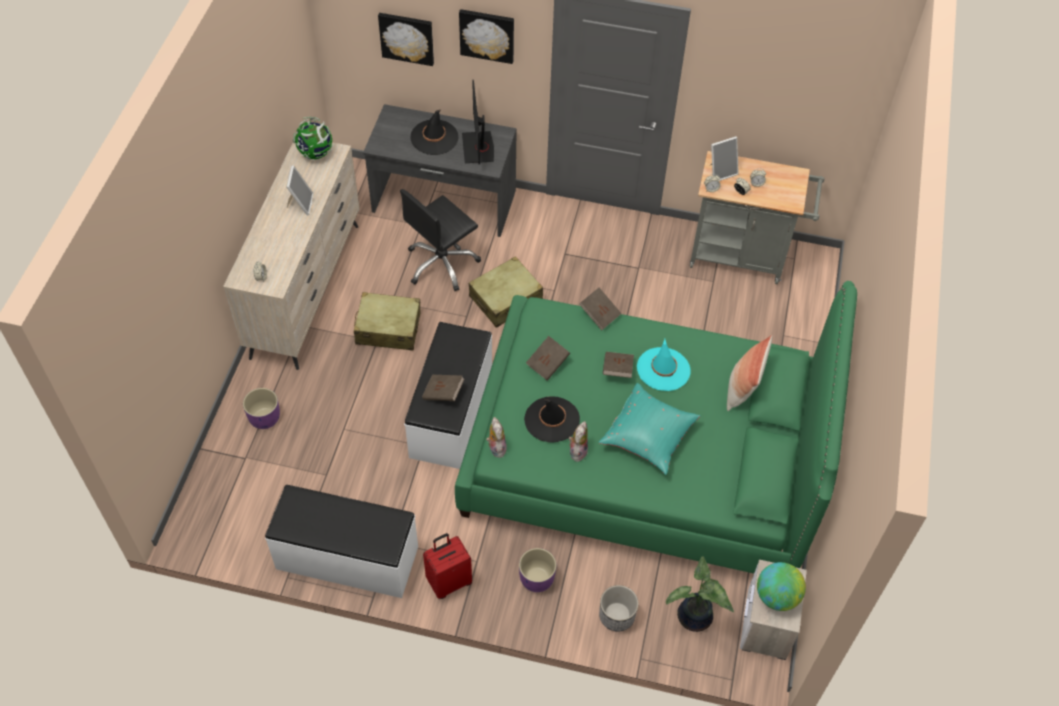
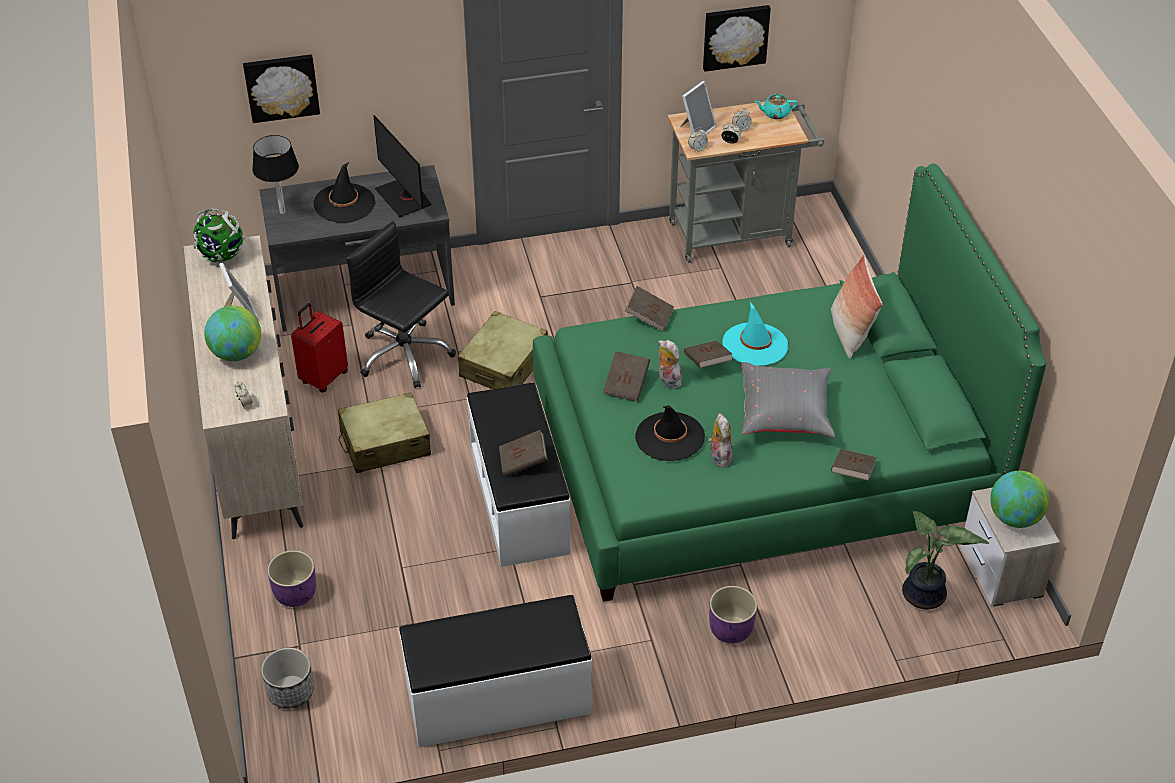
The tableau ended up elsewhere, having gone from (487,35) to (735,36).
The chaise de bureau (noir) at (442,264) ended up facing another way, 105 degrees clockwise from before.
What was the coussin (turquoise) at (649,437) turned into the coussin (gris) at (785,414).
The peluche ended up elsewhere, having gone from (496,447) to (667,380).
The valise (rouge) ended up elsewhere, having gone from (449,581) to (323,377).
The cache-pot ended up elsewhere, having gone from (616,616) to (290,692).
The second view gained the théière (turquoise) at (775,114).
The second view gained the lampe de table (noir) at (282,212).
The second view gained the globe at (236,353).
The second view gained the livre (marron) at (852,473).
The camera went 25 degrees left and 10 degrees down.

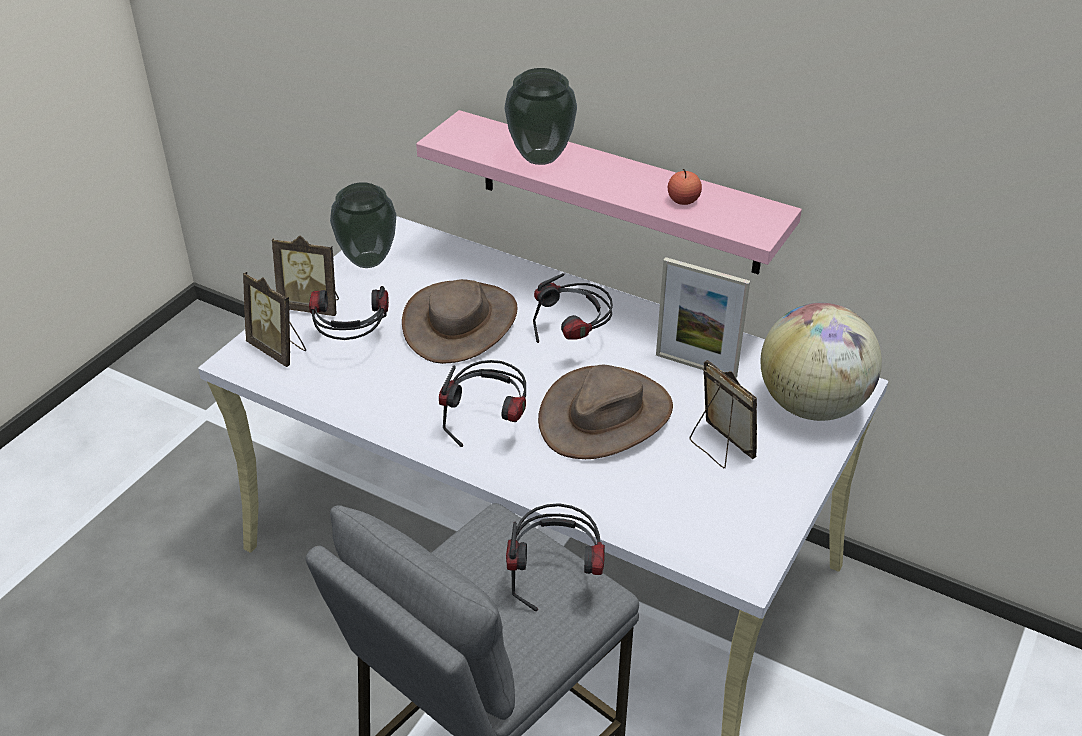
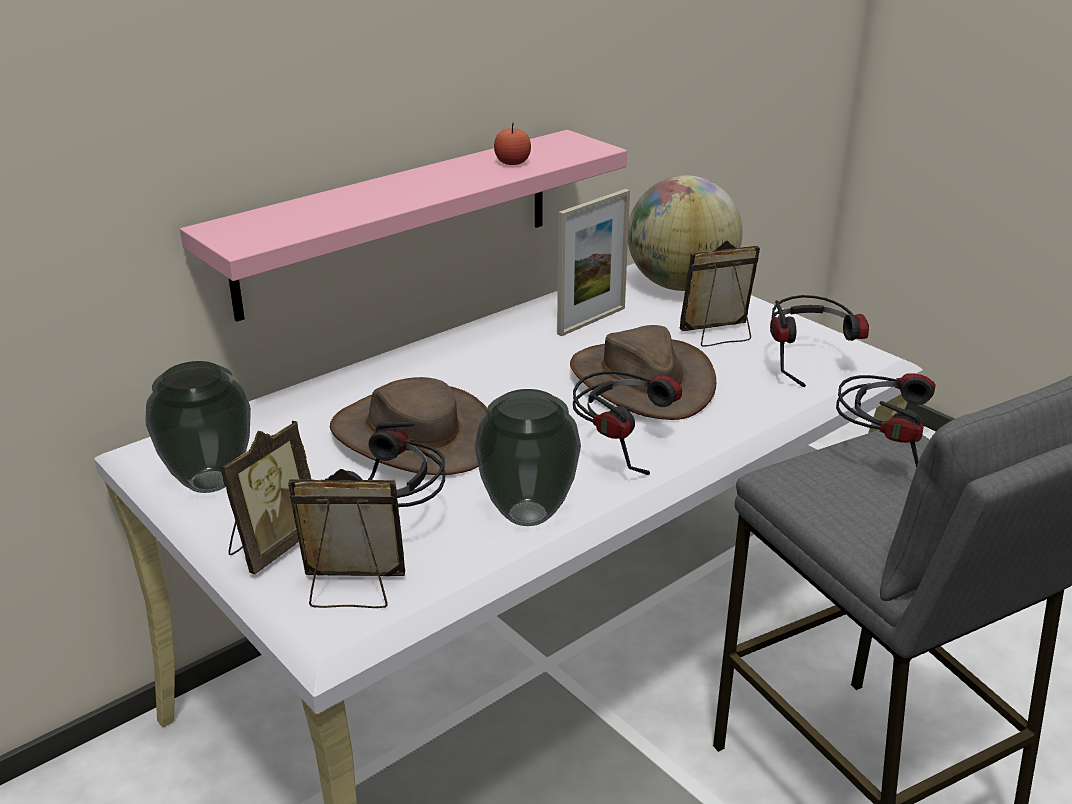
The vase ended up elsewhere, having gone from (540,157) to (526,514).
The cadre photo at (279,349) ended up facing another way, 150 degrees counterclockwise from before.
The casque audio ended up elsewhere, having gone from (574,341) to (807,366).
The camera went 70 degrees left and 10 degrees down.

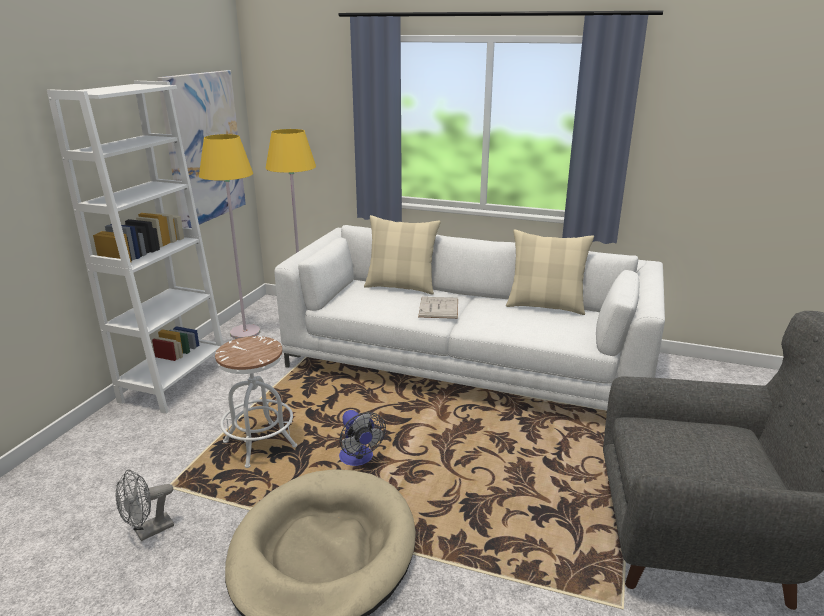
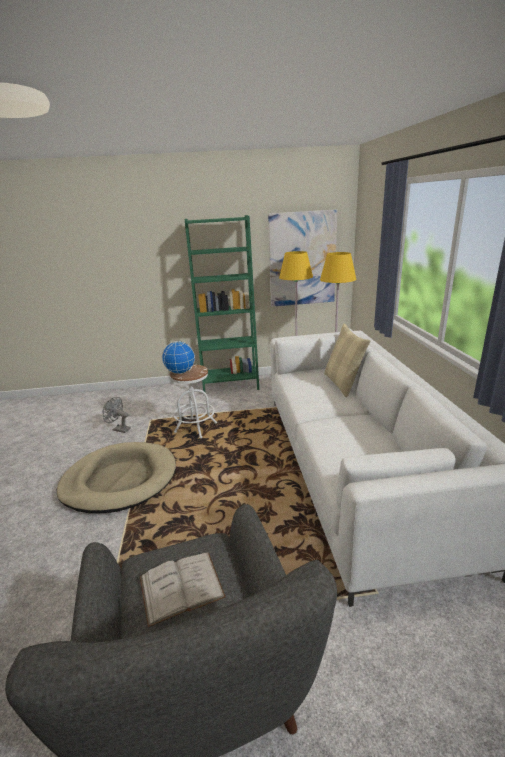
What was the bibliothèque (blanc) at (175,382) turned into the bibliothèque (vert) at (230,385).
The second view lost the coussin (beige) at (545,306).
The livre (blanc) ended up elsewhere, having gone from (438,308) to (181,587).
The second view lost the ventilateur at (358,459).
The second view gained the globe at (180,372).
The camera went 65 degrees right and 0 degrees up.

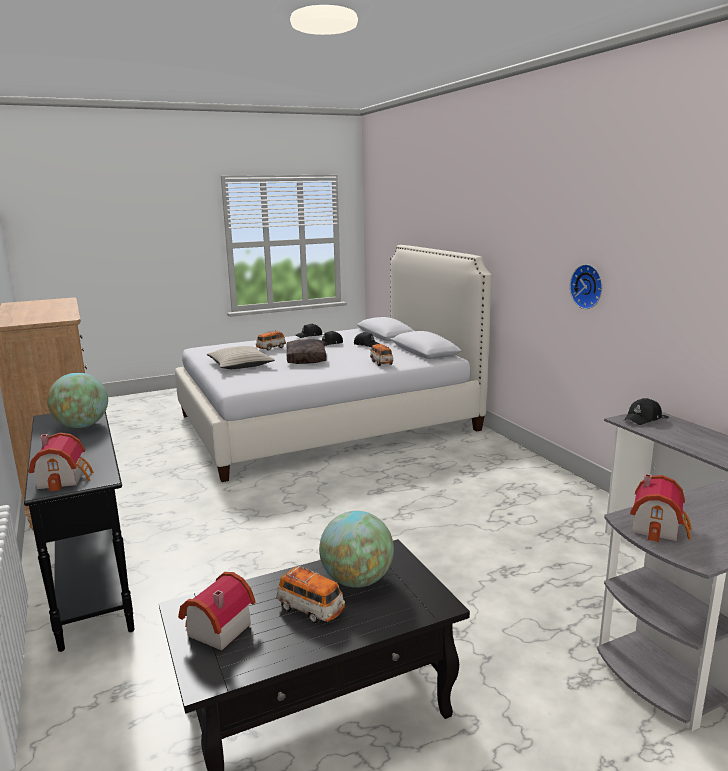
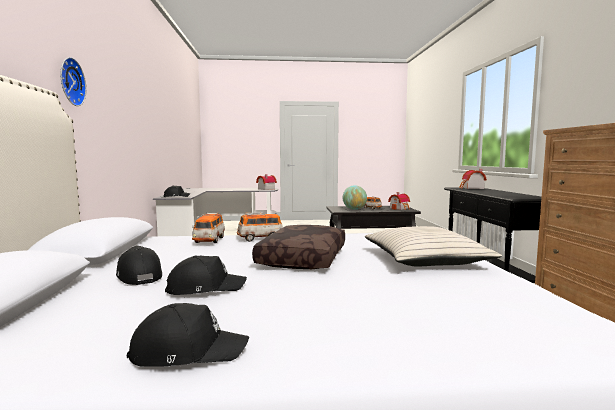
The horloge murale ended up elsewhere, having gone from (588,286) to (69,82).
The petite voiture ended up elsewhere, having gone from (271,348) to (260,238).
The second view lost the globe at (82,426).
The camera went 160 degrees left and 10 degrees down.

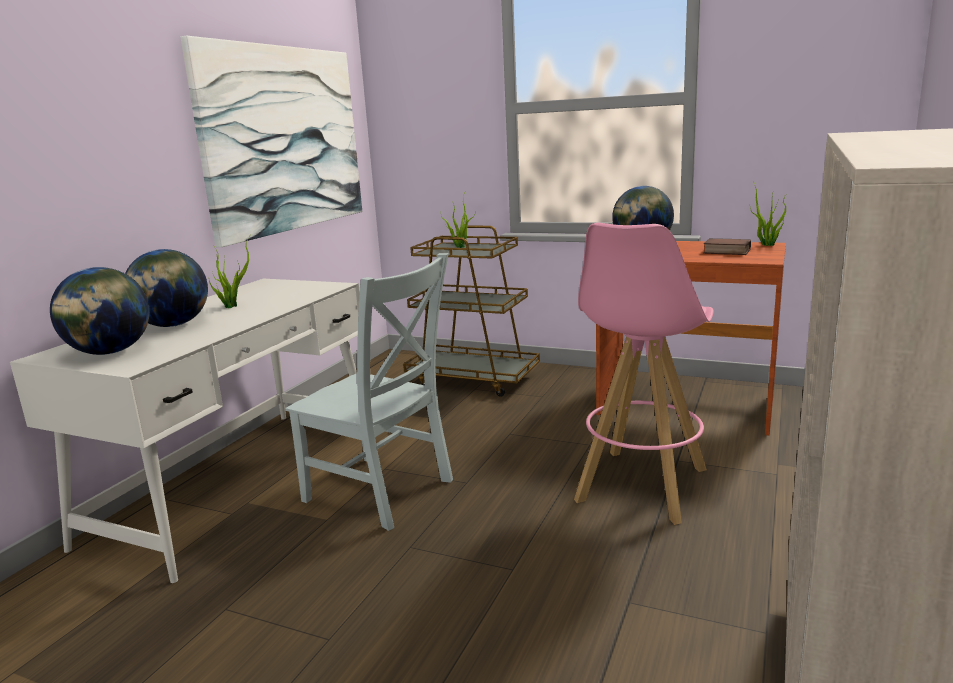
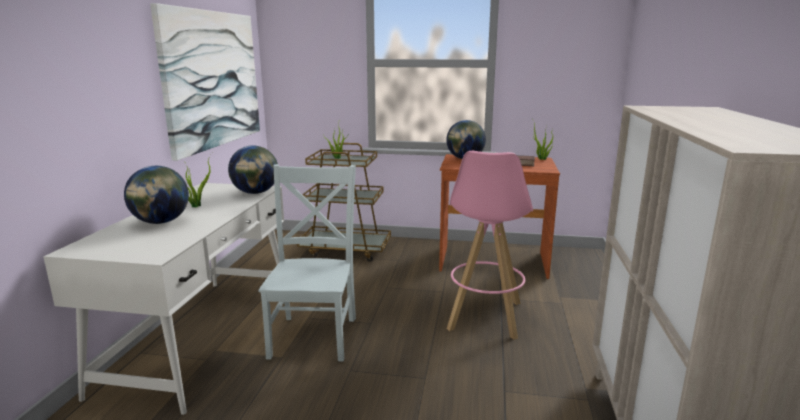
The chaise (gris) at (383,492) ended up facing another way, 105 degrees counterclockwise from before.
The globe ended up elsewhere, having gone from (110,352) to (255,193).
The camera went 15 degrees left and 0 degrees up.

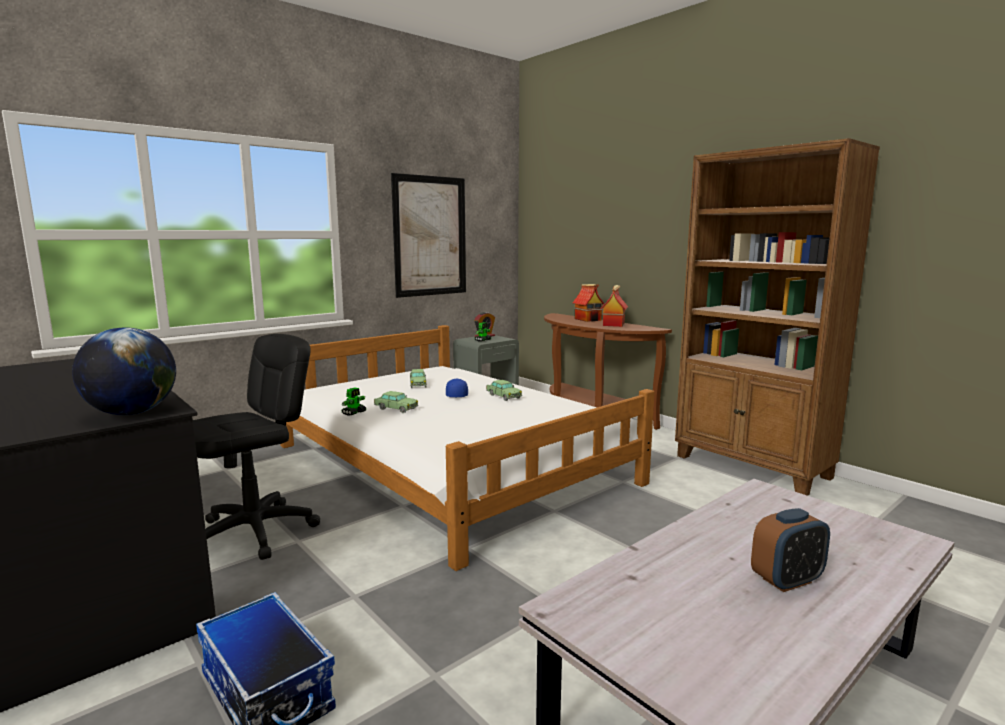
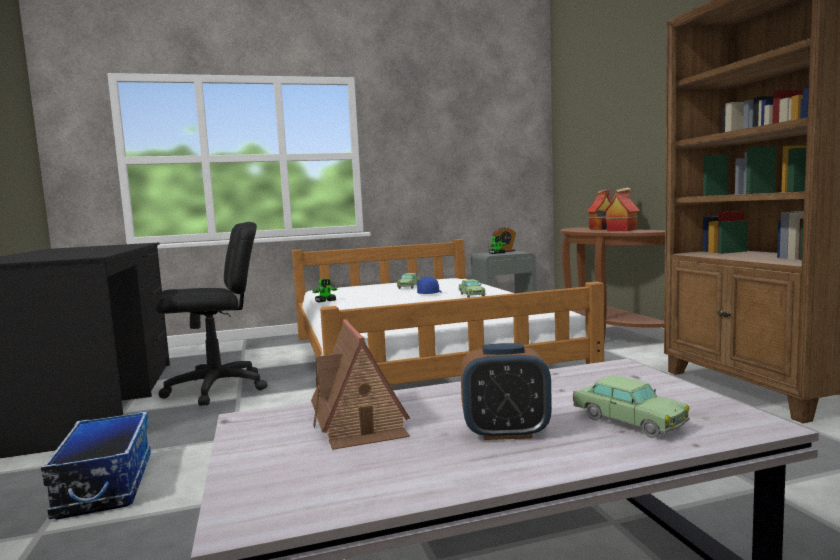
The second view lost the tableau at (430,236).
The second view lost the globe at (132,413).
The petite voiture ended up elsewhere, having gone from (396,409) to (628,421).
The second view gained the maison miniature at (359,422).
The camera went 25 degrees right and 5 degrees down.

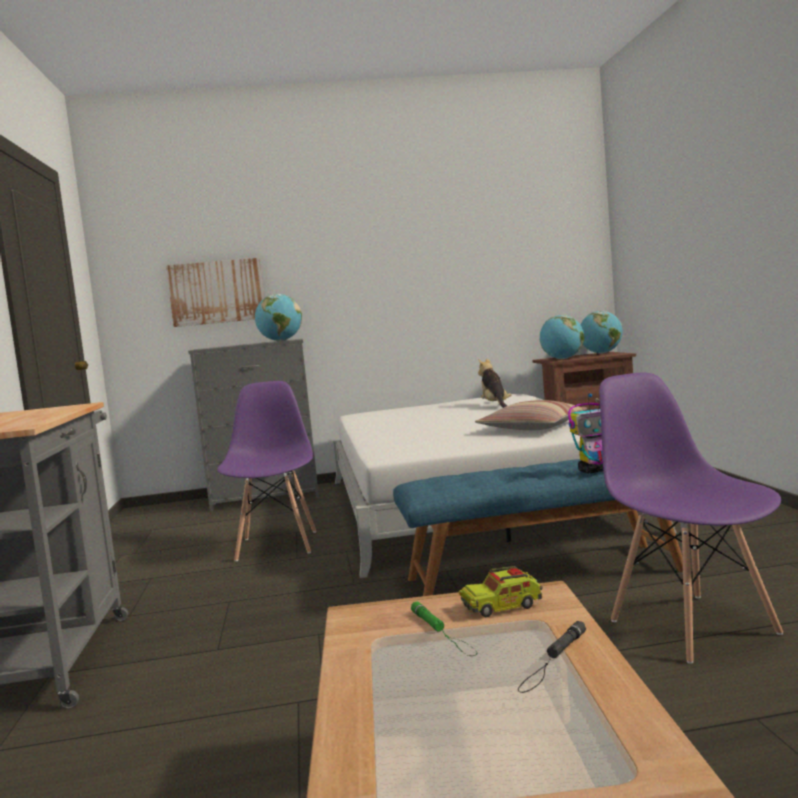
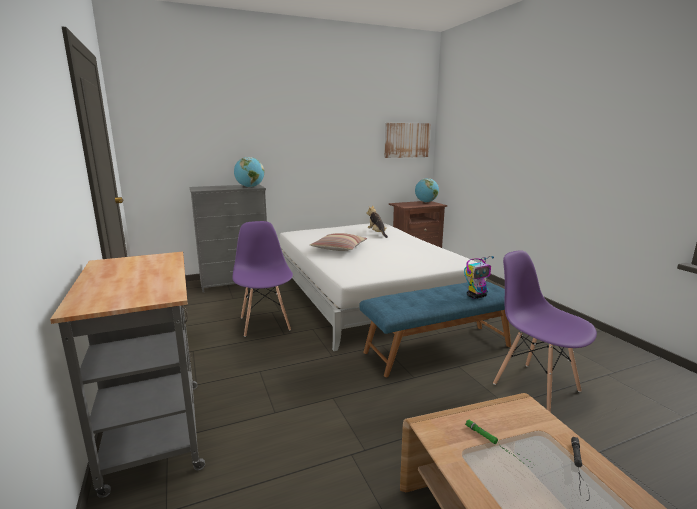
The tableau ended up elsewhere, having gone from (217,292) to (406,140).
The second view lost the globe at (563,359).
The coussin ended up elsewhere, having gone from (532,428) to (339,248).
The second view lost the camion jouet at (502,606).
The camera went 15 degrees left and 10 degrees up.

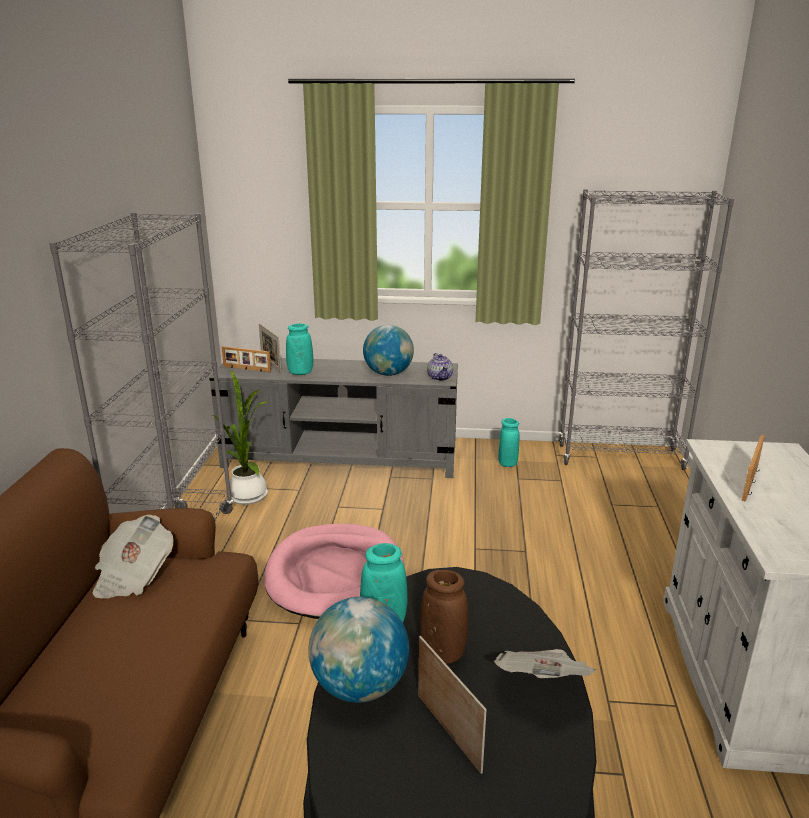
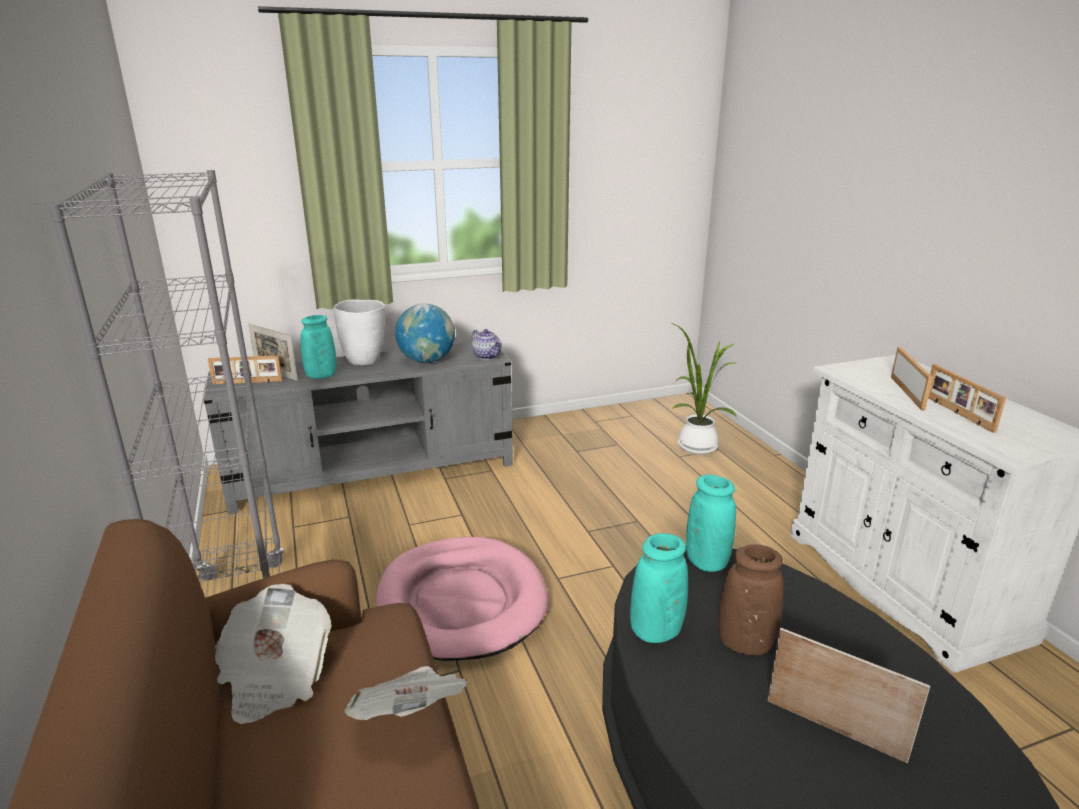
The second view lost the bibliothèque (gris) at (620,457).
The plante en pot ended up elsewhere, having gone from (248,494) to (695,445).
The vase (turquoise) ended up elsewhere, having gone from (507,463) to (706,562).
The second view lost the globe at (360,686).
The journal ended up elsewhere, having gone from (542,683) to (410,715).
The second view gained the vase (blanc) at (364,360).
The second view gained the cadre photo at (957,413).
The camera went 25 degrees left and 0 degrees up.

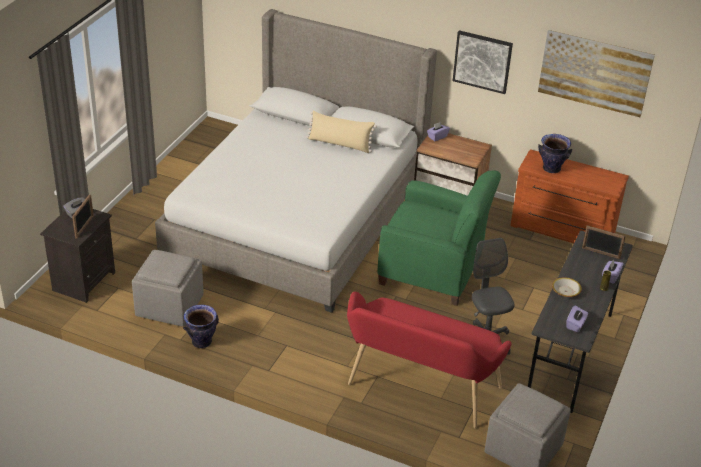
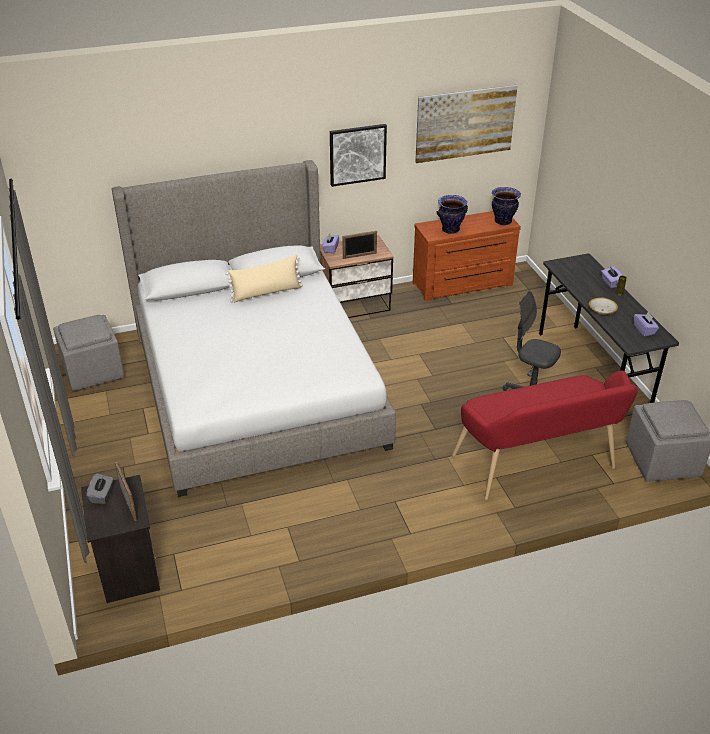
The second view lost the fauteuil (vert) at (432,270).
The cadre photo ended up elsewhere, having gone from (601,253) to (359,255).
The pouf (gris) ended up elsewhere, having gone from (169,306) to (92,372).
The vase ended up elsewhere, having gone from (201,342) to (502,221).
The camera went 40 degrees left and 0 degrees up.

